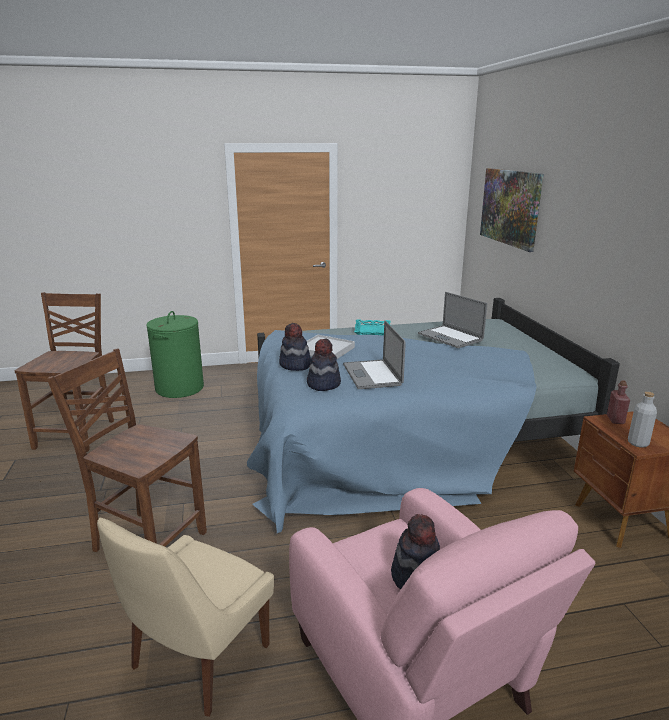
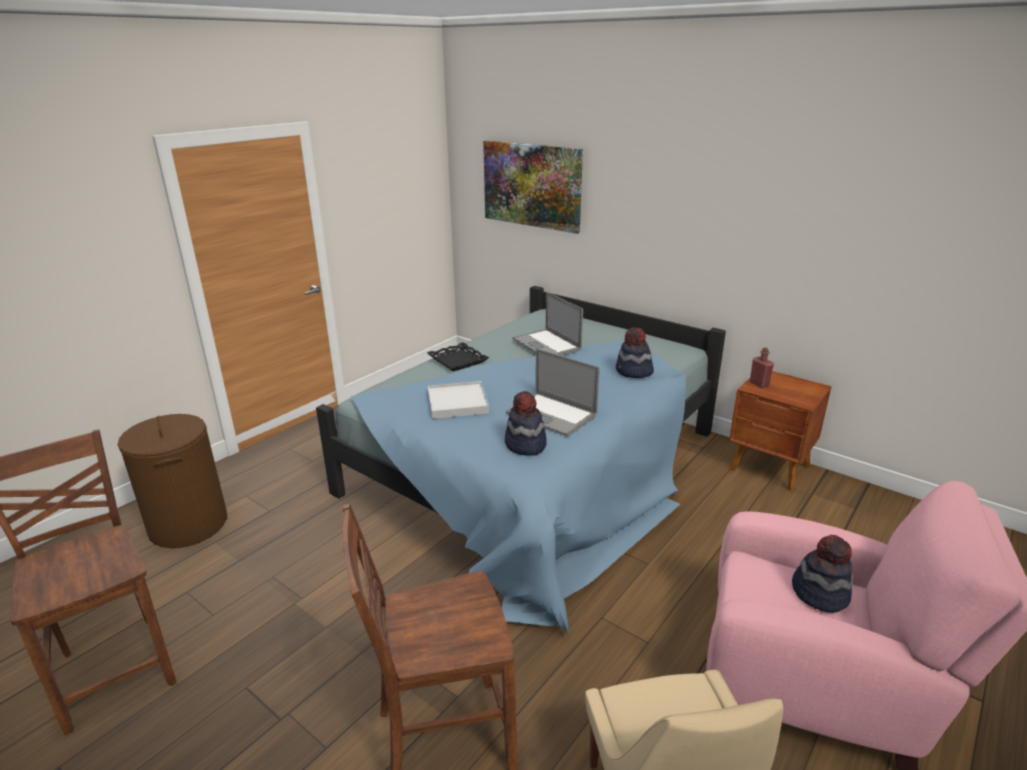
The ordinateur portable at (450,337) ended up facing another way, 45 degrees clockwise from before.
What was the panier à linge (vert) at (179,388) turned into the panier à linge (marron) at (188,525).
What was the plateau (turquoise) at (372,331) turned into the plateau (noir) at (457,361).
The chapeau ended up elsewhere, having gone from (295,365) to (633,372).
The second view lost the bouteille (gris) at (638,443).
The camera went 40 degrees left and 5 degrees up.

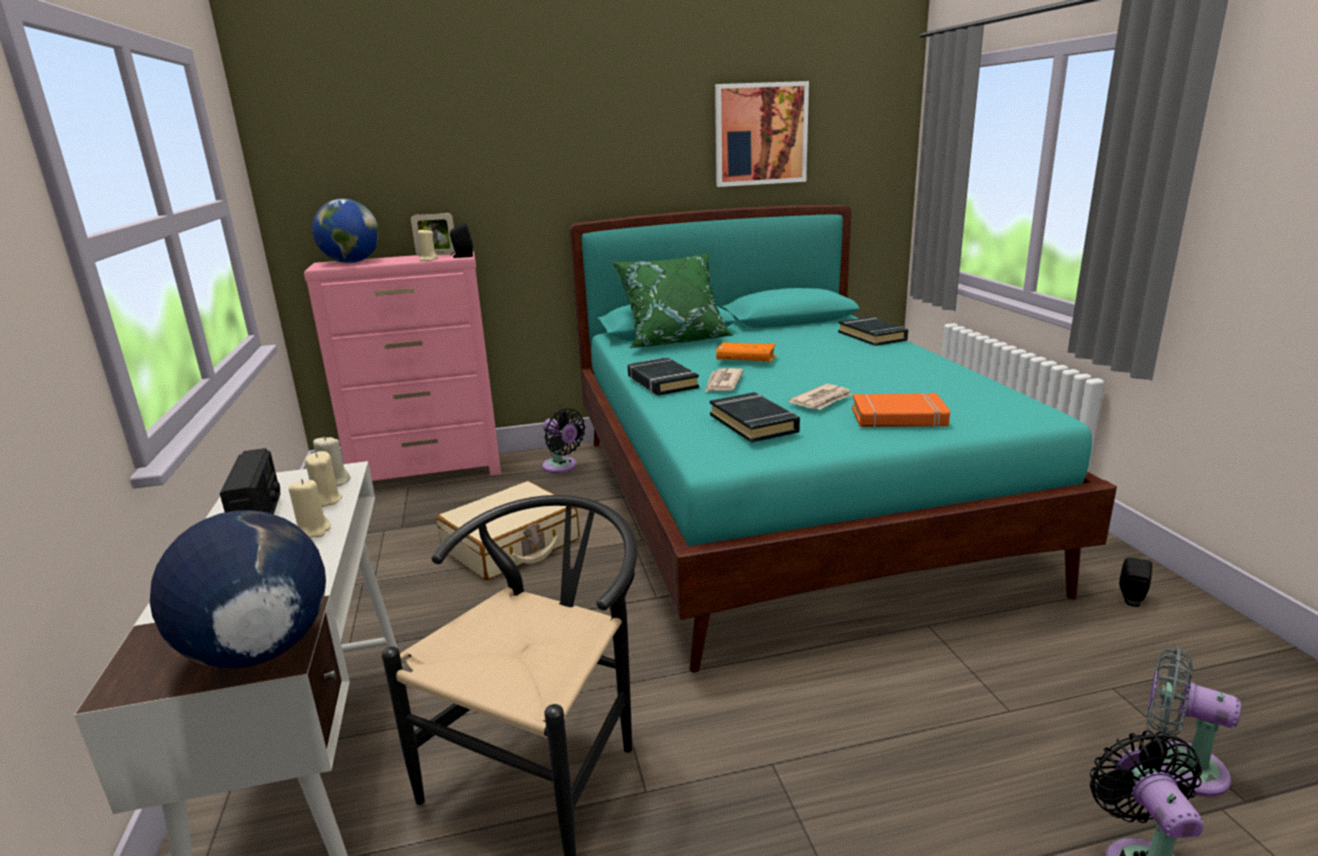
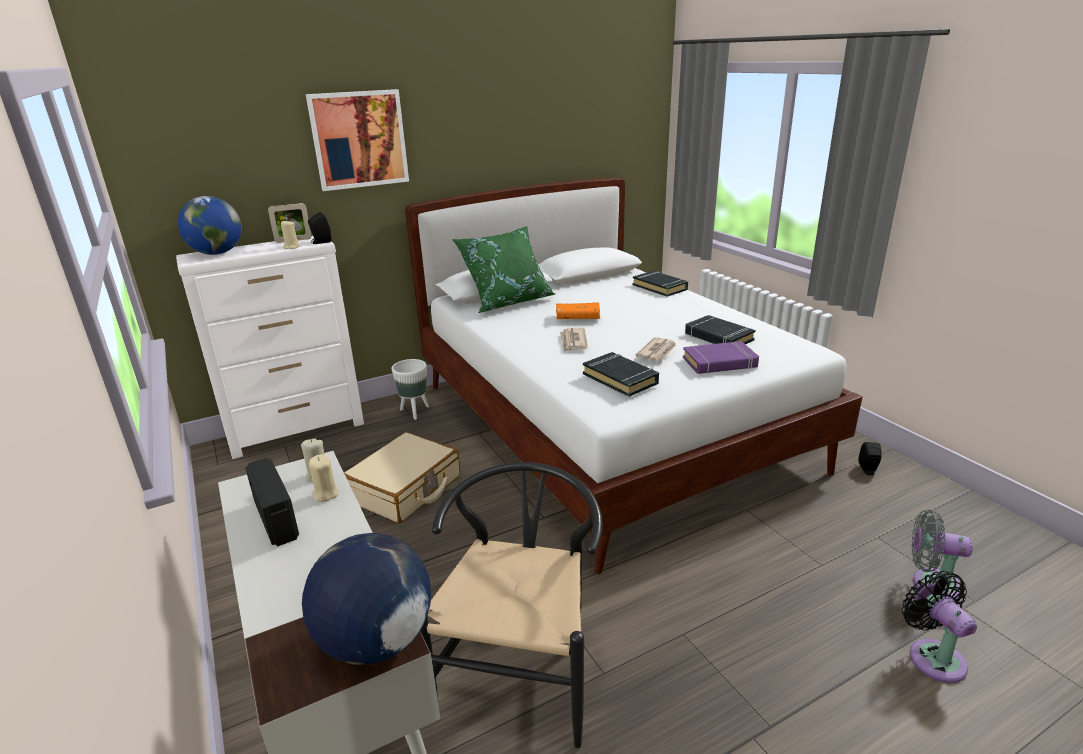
The tableau ended up elsewhere, having gone from (760,134) to (359,139).
What was the lit (turquoise) at (784,504) turned into the lit (blanc) at (608,425).
What was the commode (rose) at (429,474) turned into the commode (blanc) at (298,431).
The livre (noir) ended up elsewhere, having gone from (662,382) to (718,337).
What was the livre (orange) at (898,418) turned into the livre (violet) at (719,363).
Where the ventilateur (noir) stood at (562,467), the cache-pot (blanc) came to stand at (415,411).
The second view lost the bougie (beige) at (313,531).
The camera went 15 degrees left and 5 degrees up.

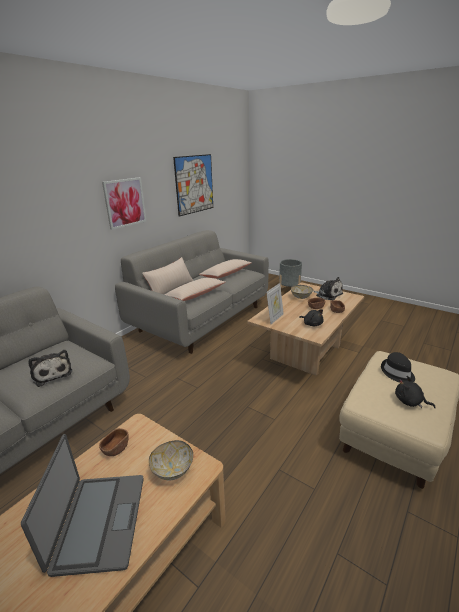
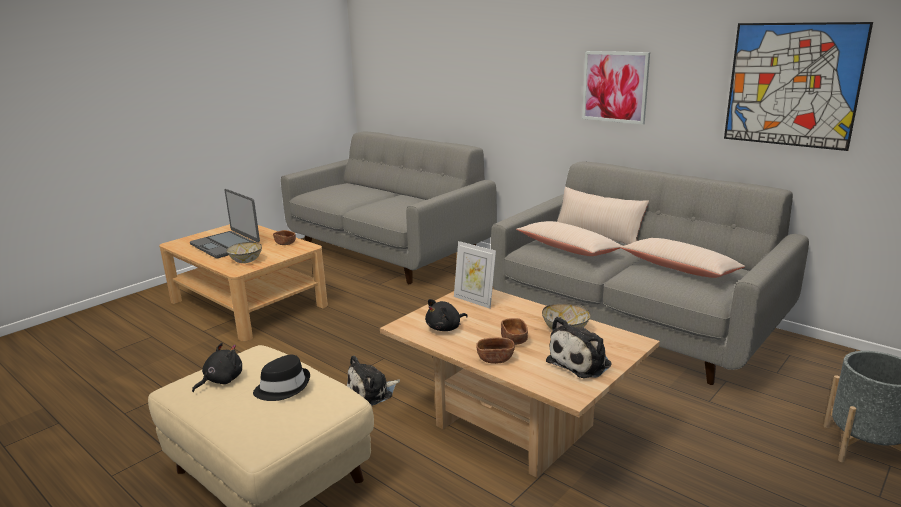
The peluche ended up elsewhere, having gone from (52,373) to (372,392).
The ordinateur portable at (98,522) ended up facing another way, 45 degrees clockwise from before.
The camera went 95 degrees right and 5 degrees down.

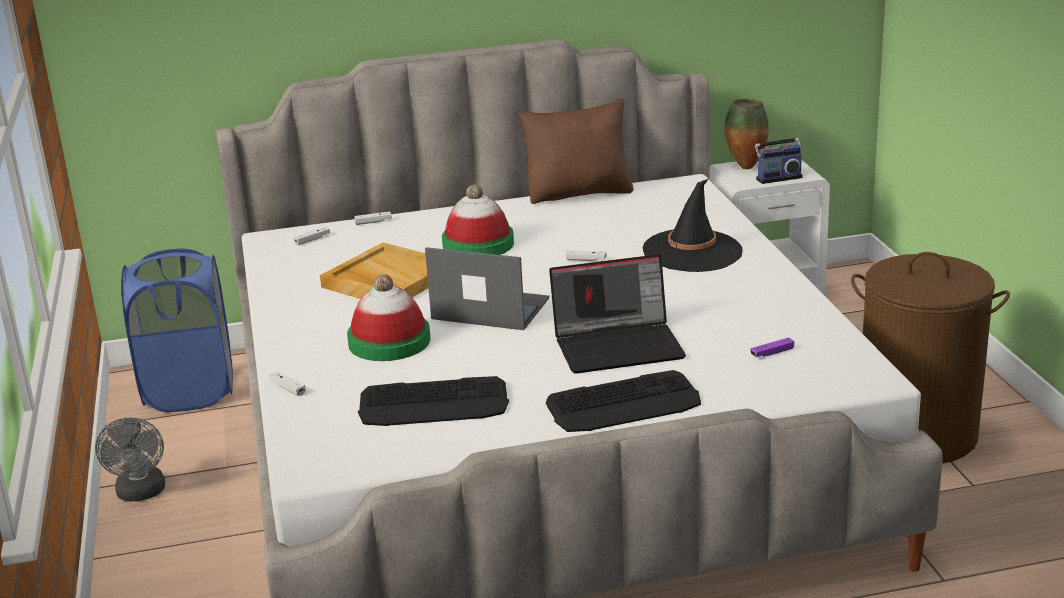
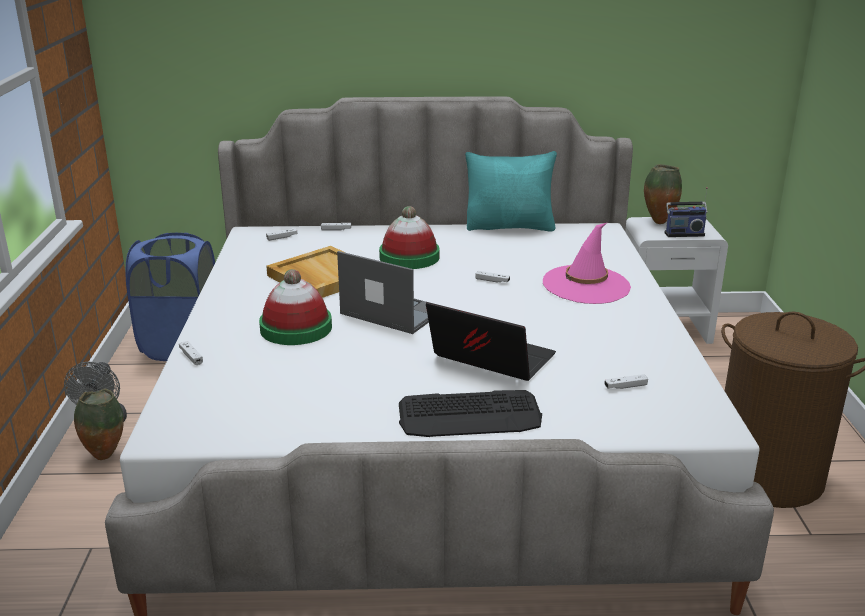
What was the coussin (marron) at (579,193) turned into the coussin (turquoise) at (510,227).
What was the chapeau (noir) at (692,251) turned into the chapeau (rose) at (586,285).
The ordinateur portable at (619,345) ended up facing another way, 150 degrees counterclockwise from before.
What was the manette (violet) at (772,353) turned into the manette (blanc) at (625,386).
The second view lost the clavier at (434,404).
The second view gained the vase at (105,455).
The camera went 10 degrees right and 0 degrees up.

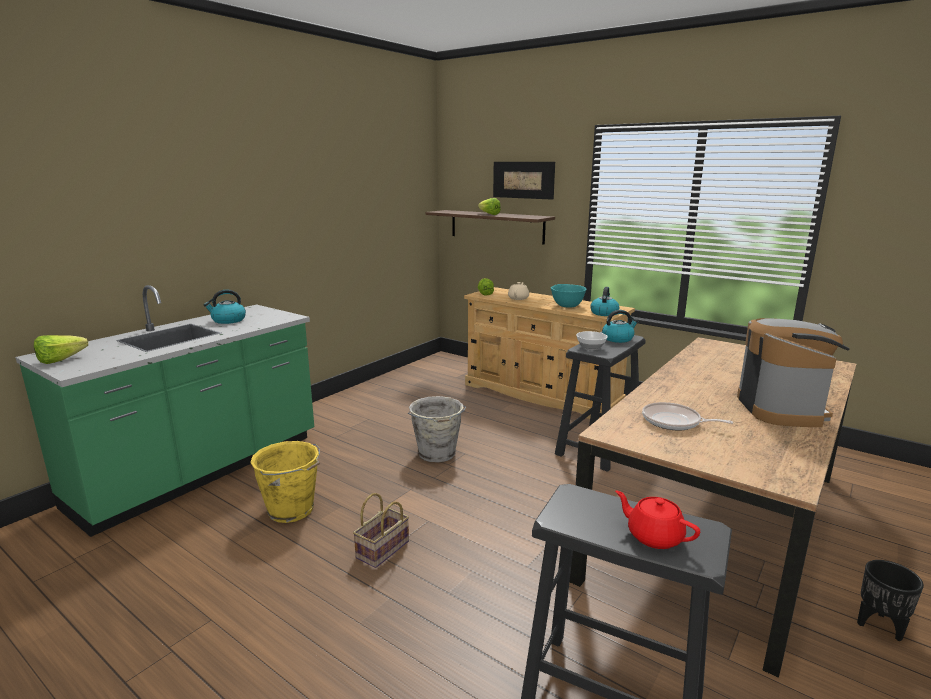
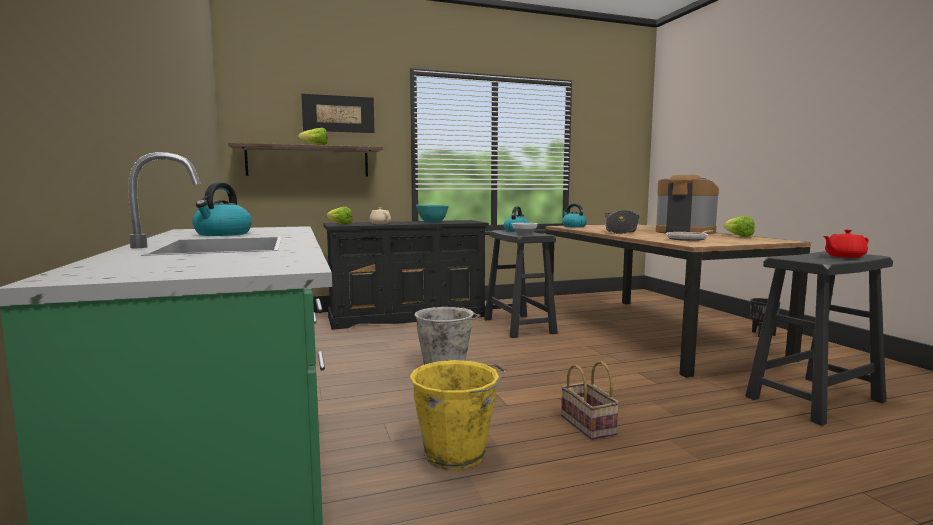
What was the commode (beige) at (542,394) turned into the commode (noir) at (408,316).
The bouilloire ended up elsewhere, having gone from (604,313) to (573,226).
The laitue ended up elsewhere, having gone from (65,359) to (736,236).
The second view gained the marmite at (621,232).
The camera went 55 degrees left and 10 degrees down.

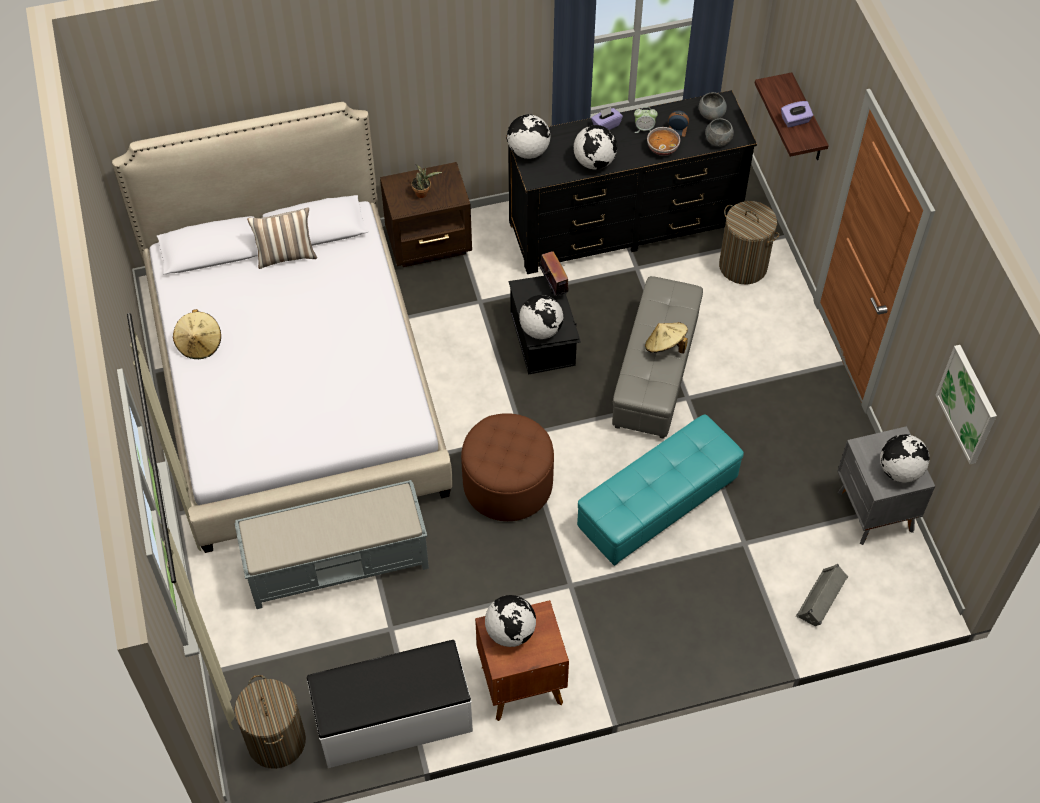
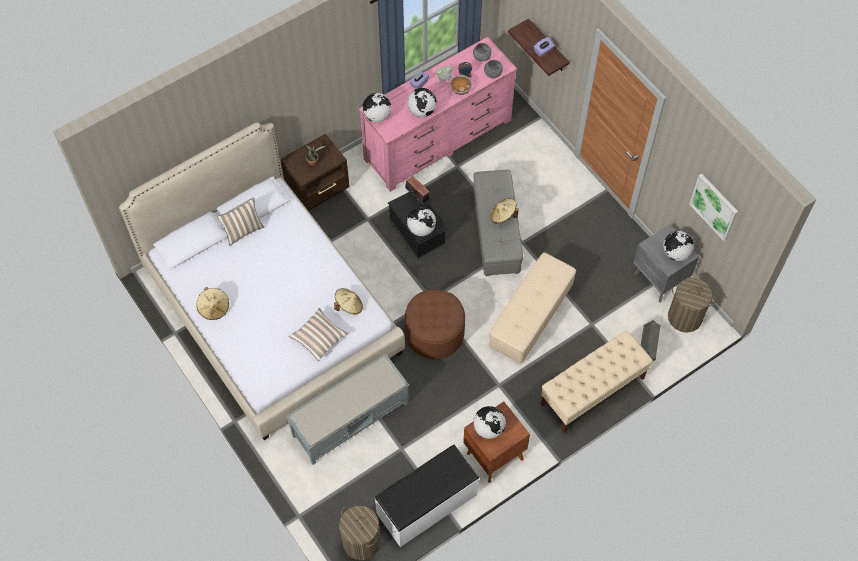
What was the commode (noir) at (624,225) turned into the commode (rose) at (438,139).
The panier à linge ended up elsewhere, having gone from (743,266) to (685,317).
What was the pouf (turquoise) at (657,505) turned into the pouf (beige) at (531,317).
The second view gained the chapeau (beige) at (349,306).
The second view gained the coussin at (319,338).
The second view gained the banc (beige) at (592,391).
The camera went 20 degrees left and 5 degrees up.

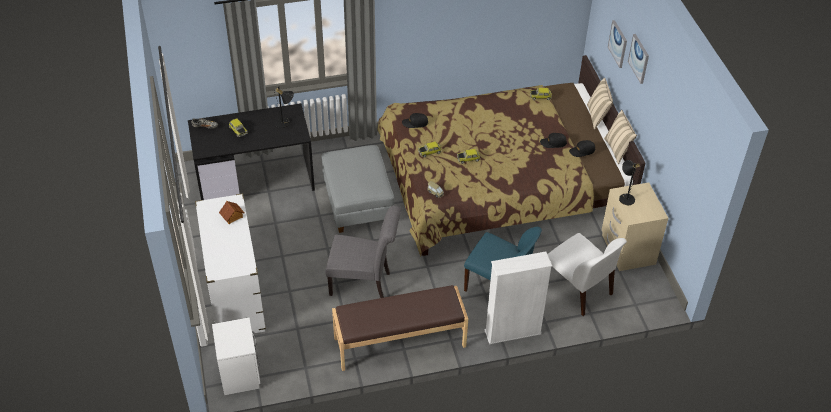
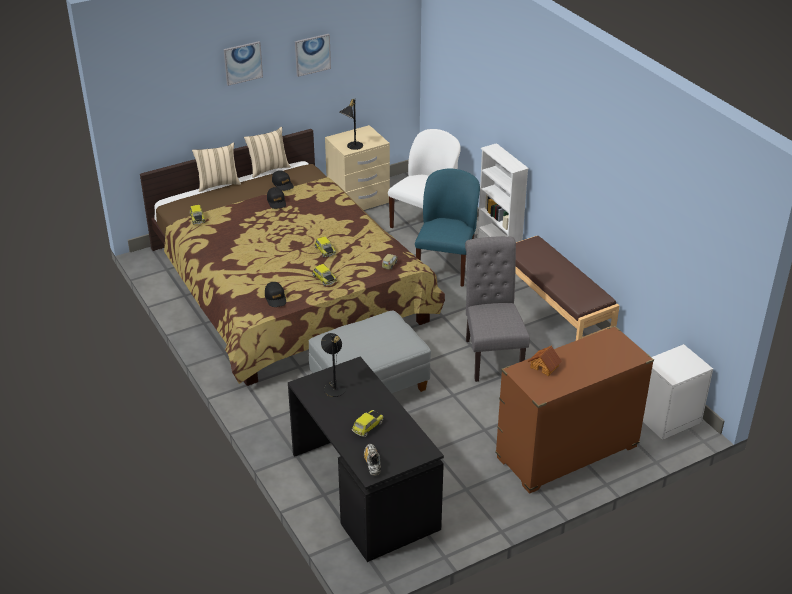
The tableau ended up elsewhere, having gone from (618,43) to (312,54).
What was the commode (blanc) at (235,295) turned into the commode (marron) at (566,453).
The camera went 105 degrees left and 10 degrees down.

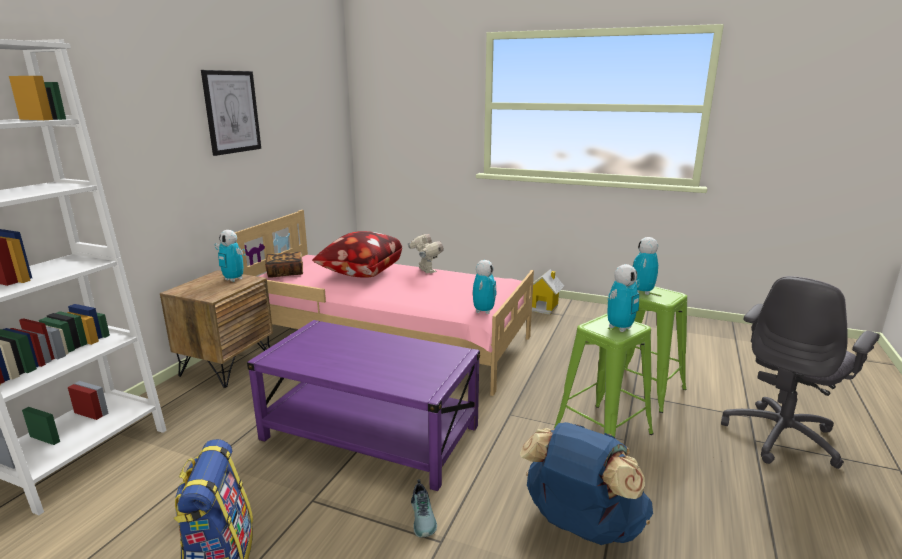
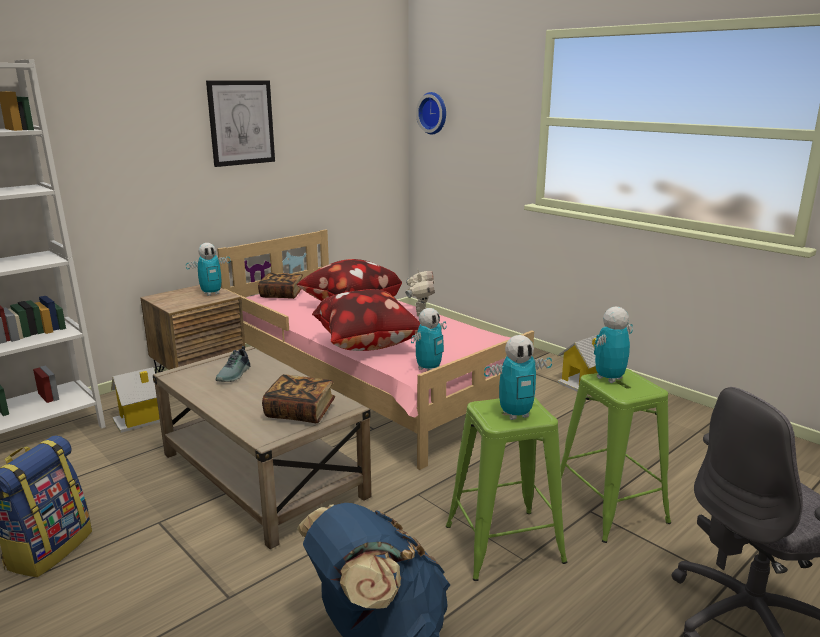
The robot jouet at (234,279) ended up facing another way, 90 degrees counterclockwise from before.
What was the table basse (violet) at (370,433) turned into the table basse (beige) at (262,475).
The chaussure ended up elsewhere, having gone from (424,517) to (235,374).
The second view gained the horloge murale at (434,113).
The second view gained the coussin at (368,346).
The second view gained the maison miniature at (139,420).
The second view gained the livre at (300,412).
The camera went 25 degrees right and 0 degrees up.

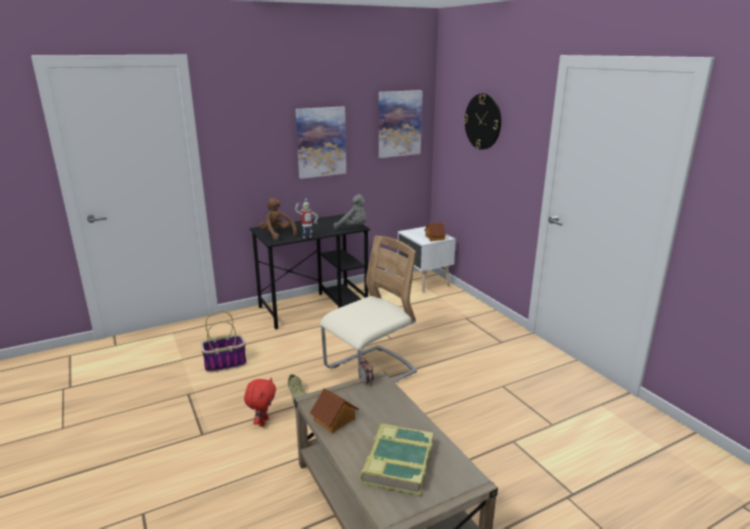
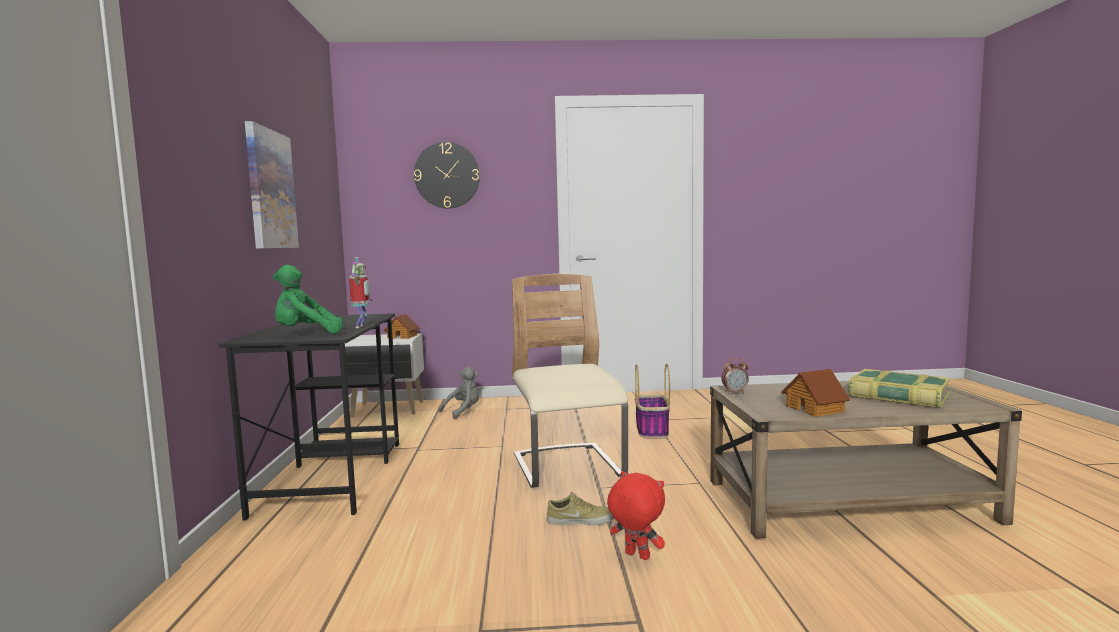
The second view lost the tableau at (399,123).
The peluche (gris) ended up elsewhere, having gone from (353,227) to (463,412).
What was the peluche (marron) at (277,234) turned into the peluche (vert) at (306,334).
The panier ended up elsewhere, having gone from (226,363) to (652,430).
The camera went 65 degrees left and 15 degrees down.

